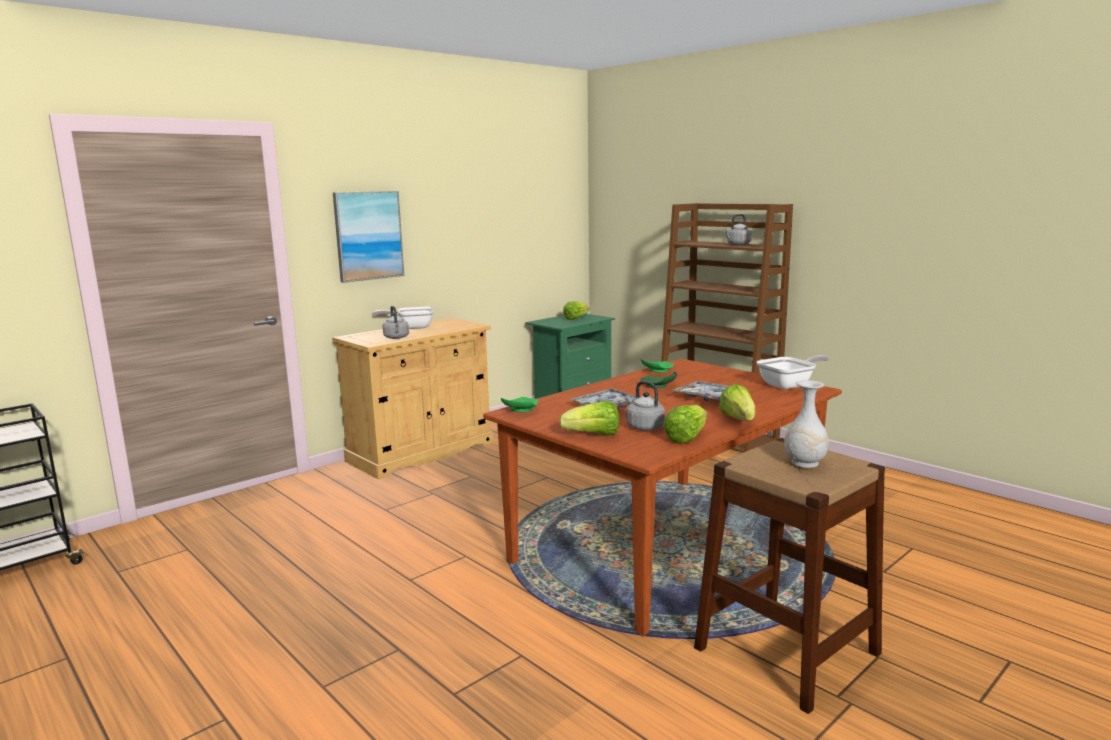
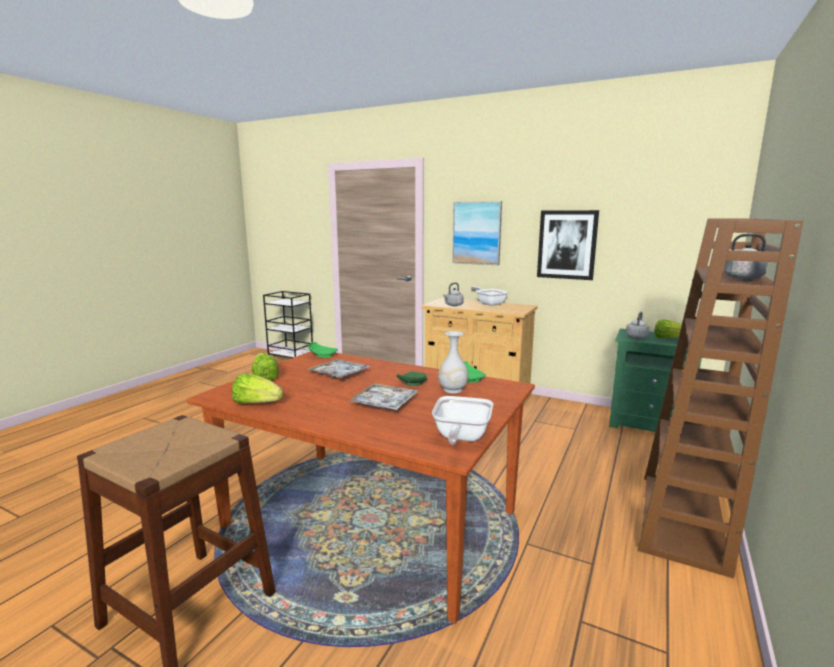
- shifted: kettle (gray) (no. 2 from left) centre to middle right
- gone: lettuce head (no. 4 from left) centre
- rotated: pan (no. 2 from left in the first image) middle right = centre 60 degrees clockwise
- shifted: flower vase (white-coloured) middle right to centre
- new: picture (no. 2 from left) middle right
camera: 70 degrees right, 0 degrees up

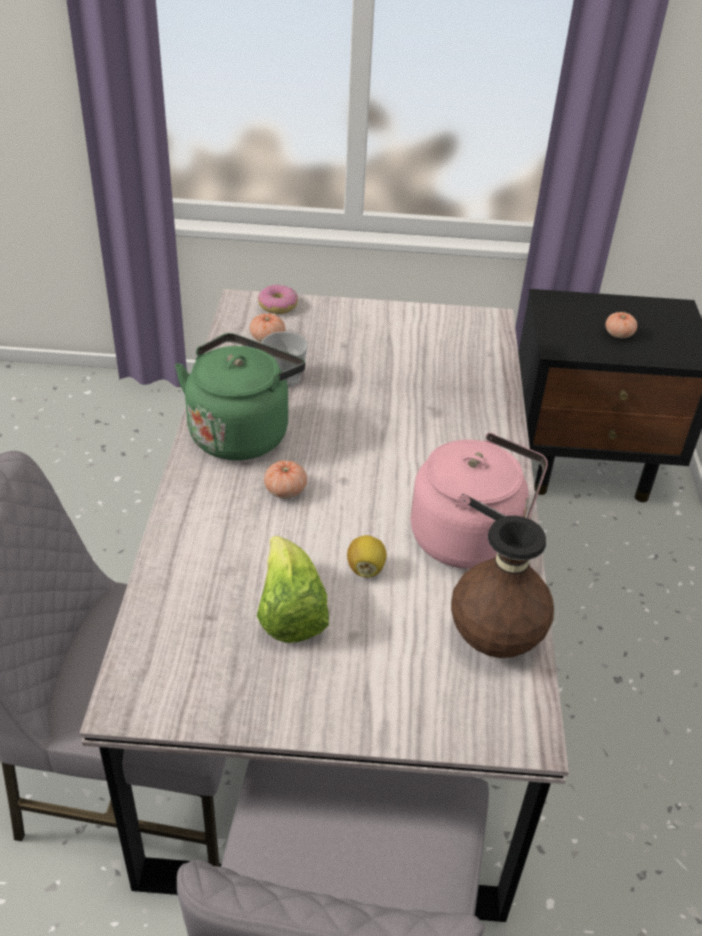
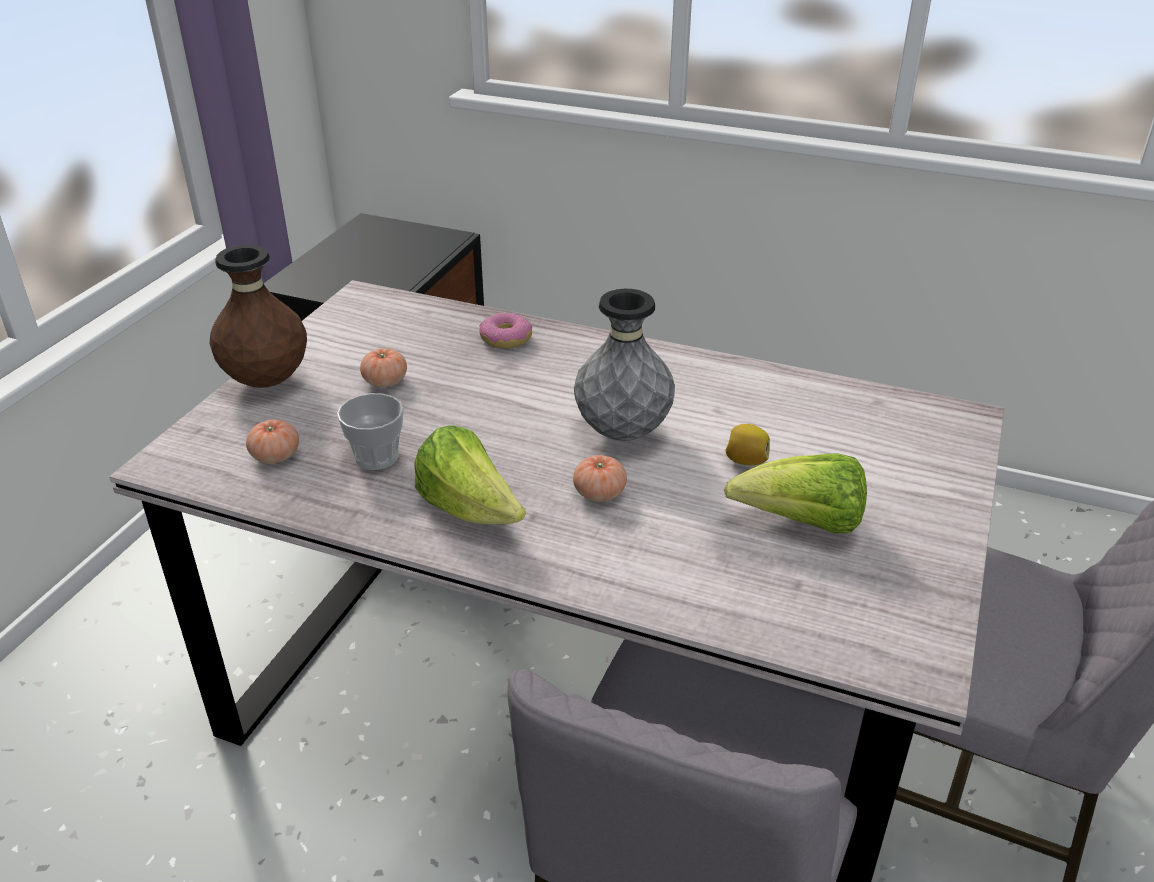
- swapped: kettle (green-coloured) centre to lettuce head (no. 1 from left) centre
- shifted: donut top centre to centre
- gone: kettle (pinkish) middle right
- shifted: flower vase (brownish) middle right to middle left
- shifted: fresh tomato (no. 3 from left in the first image) middle right to fresh tomato (no. 2 from left) middle left
- new: flower vase (gray) centre
camera: 70 degrees left, 5 degrees down

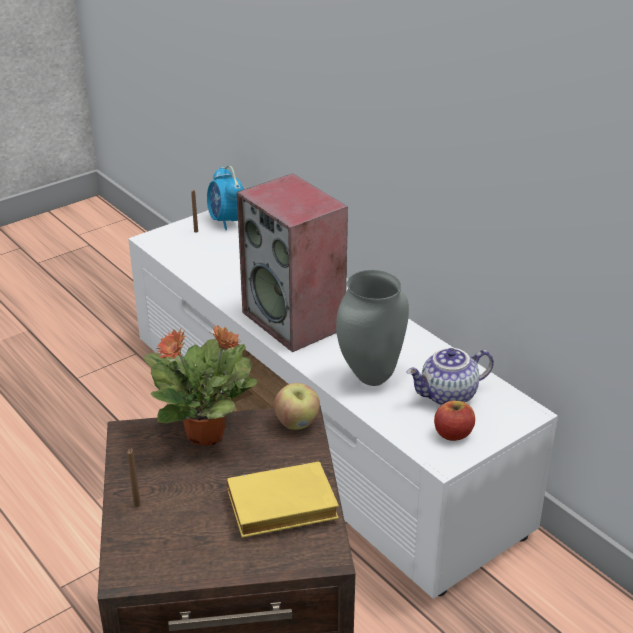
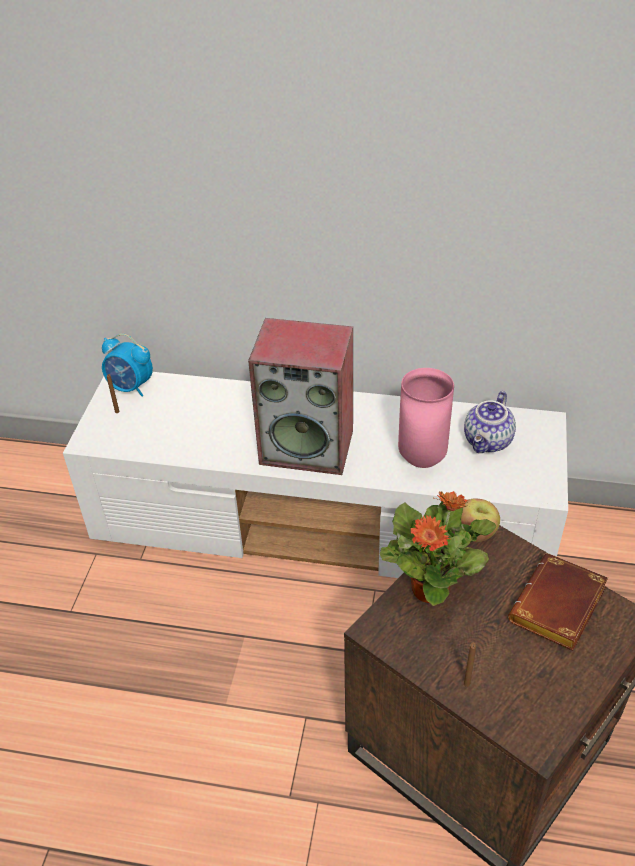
- repainted: book (yellowish) bottom centre to book (brownish) bottom right
- repainted: flower vase (gray) centre to flower vase (pinkish) middle right
- gone: whole apple (no. 2 from left) middle right
camera: 40 degrees left, 10 degrees up

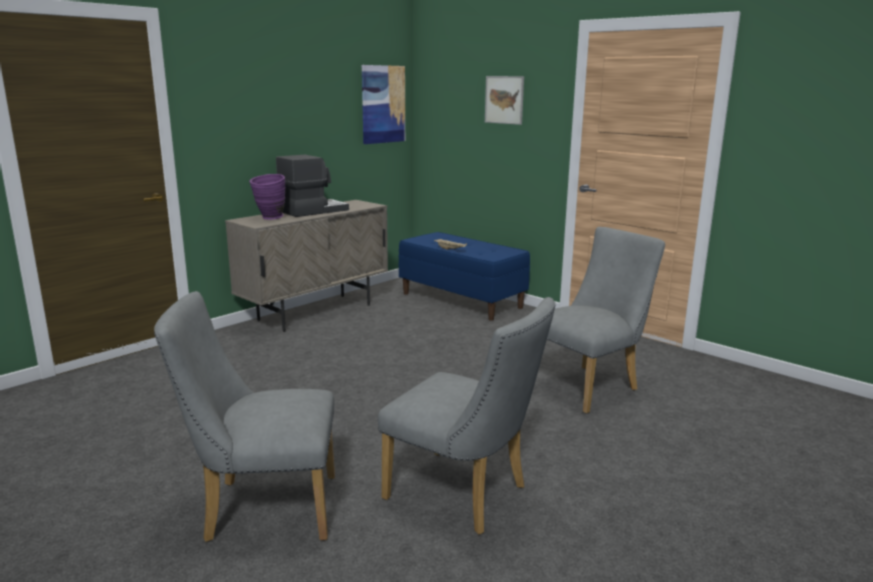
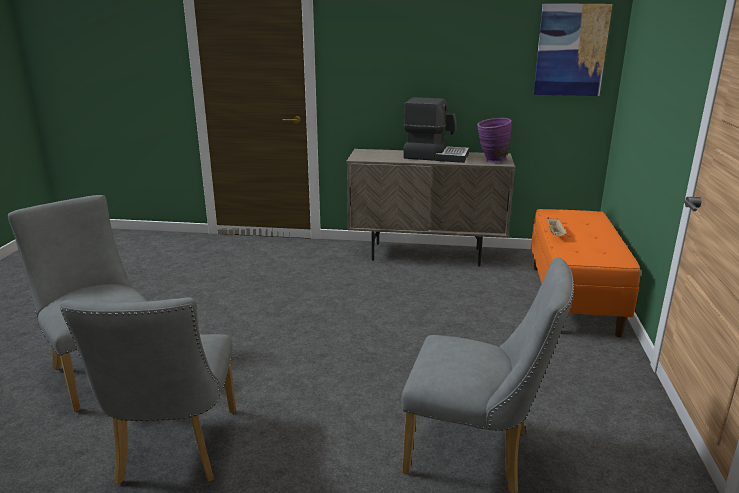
- shifted: flower vase (purplish) middle left to top right
- repainted: long seat (bluish) centre to long seat (orange-coloured) middle right
- gone: picture (no. 2 from left) top centre
camera: 55 degrees right, 5 degrees up

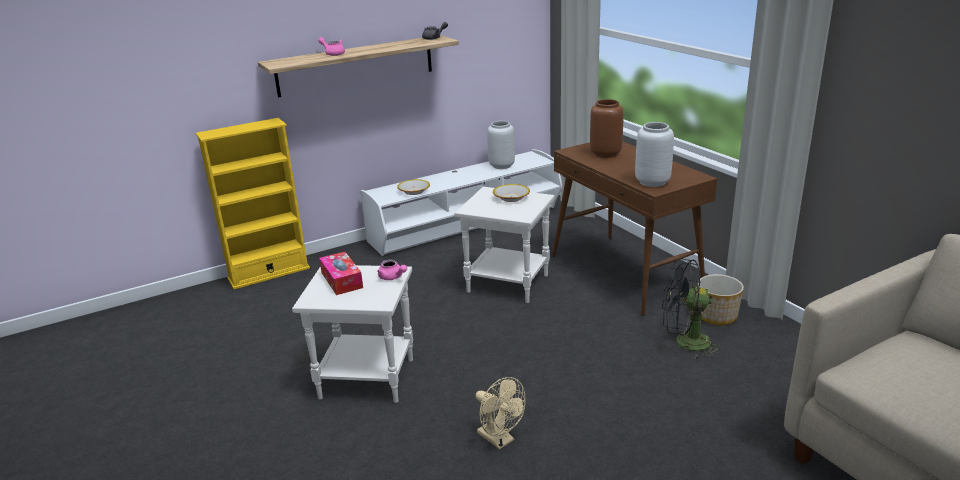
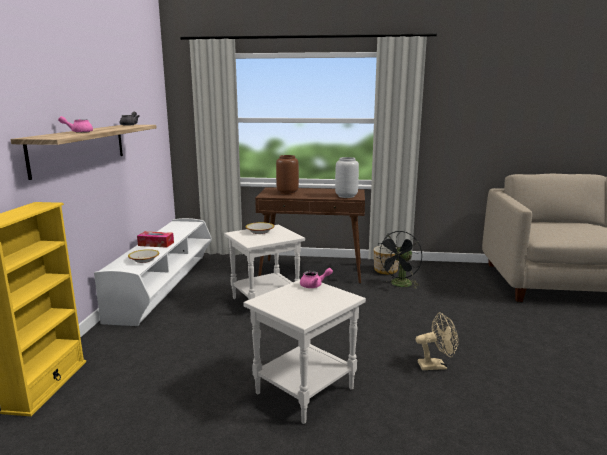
- shifted: tissue box centre to middle left
- gone: flower vase (gray) (no. 1 from left) top centre
camera: 55 degrees left, 10 degrees down

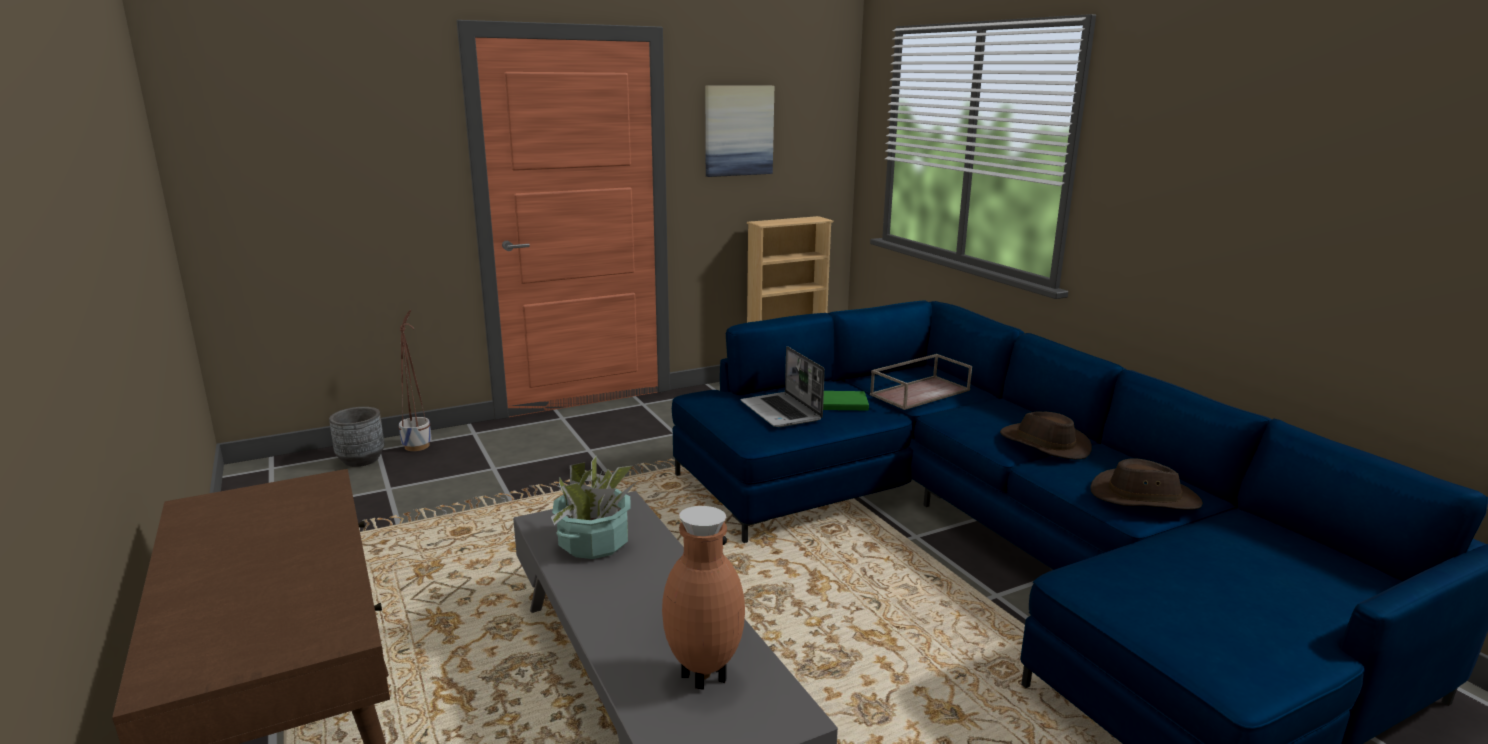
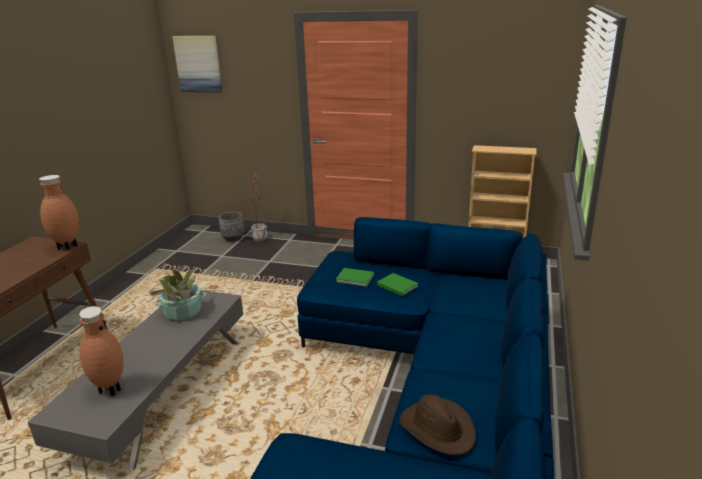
- shifted: picture top centre to top left
- swapped: notebook computer centre to book (green-coloured) (no. 1 from left) centre
- gone: carrying tray (brownish) centre
- gone: hat (brownish) (no. 1 from left) middle right
- new: flower vase (brownish) (no. 1 from left) middle left
camera: 45 degrees right, 5 degrees up

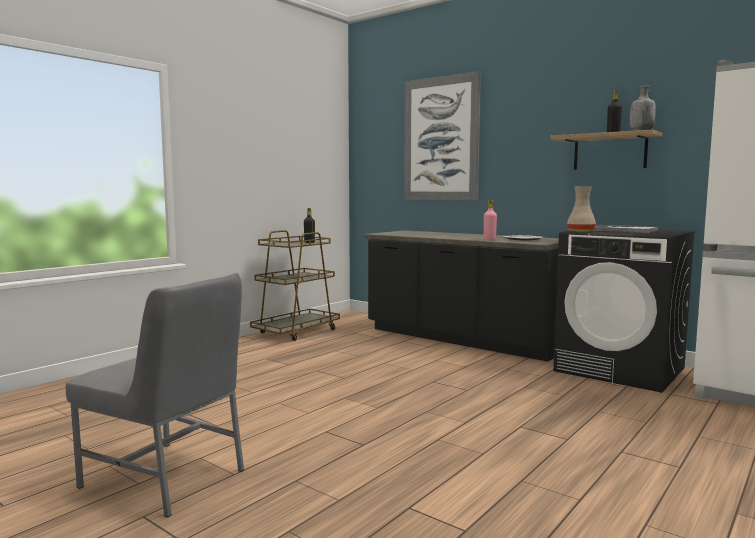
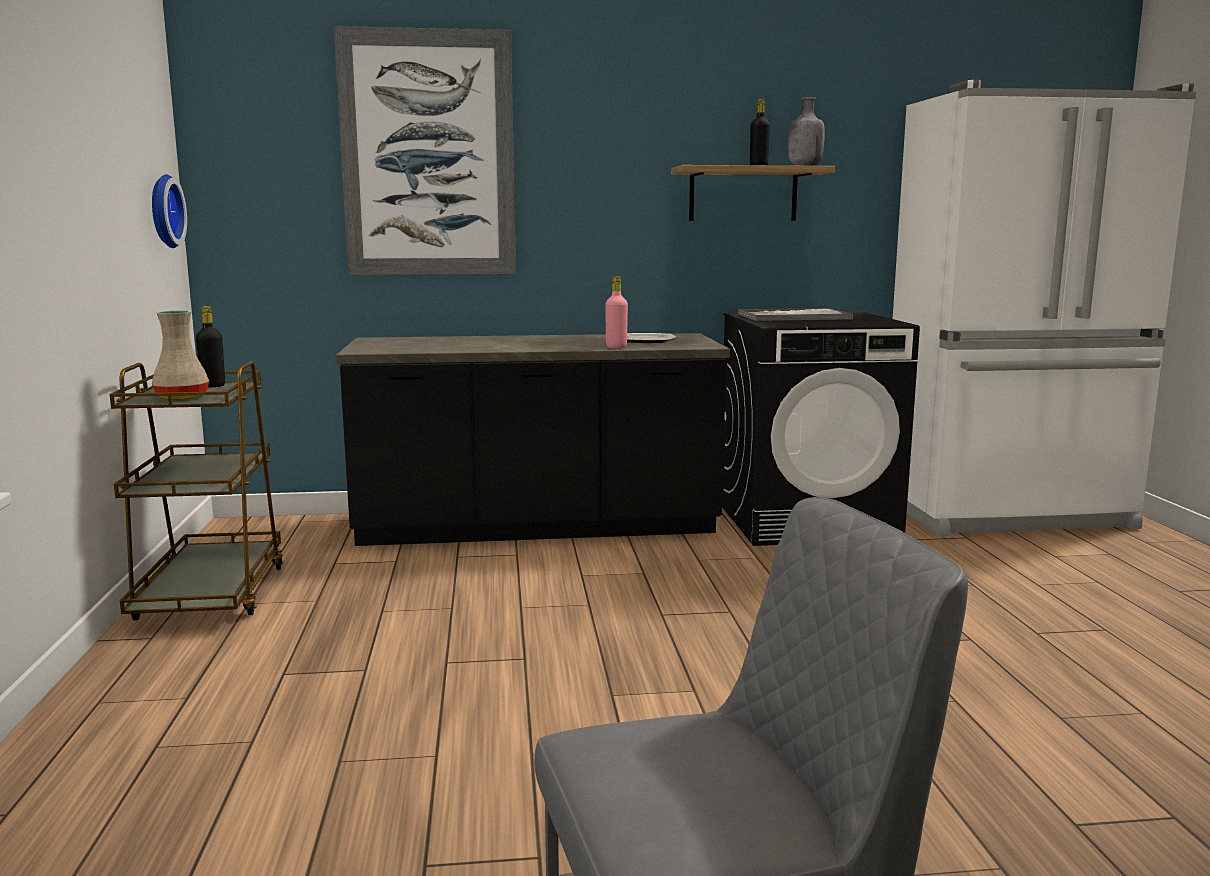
- shifted: flower vase (sand-coloured) middle right to middle left
- new: wall clock top left
camera: 45 degrees left, 5 degrees up

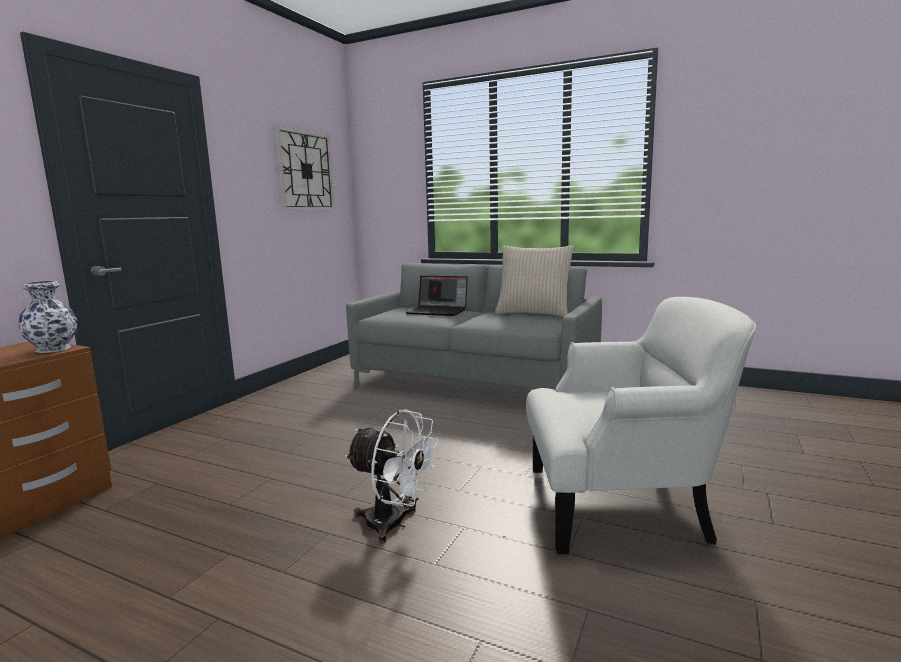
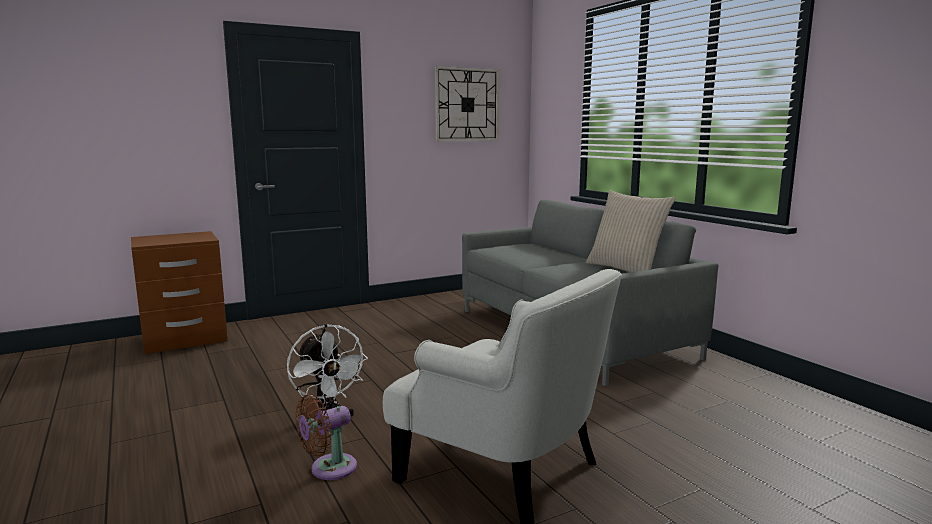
- gone: flower vase middle left
- gone: notebook computer centre
- new: cooling fan (brownish) bottom centre
camera: 35 degrees right, 0 degrees up

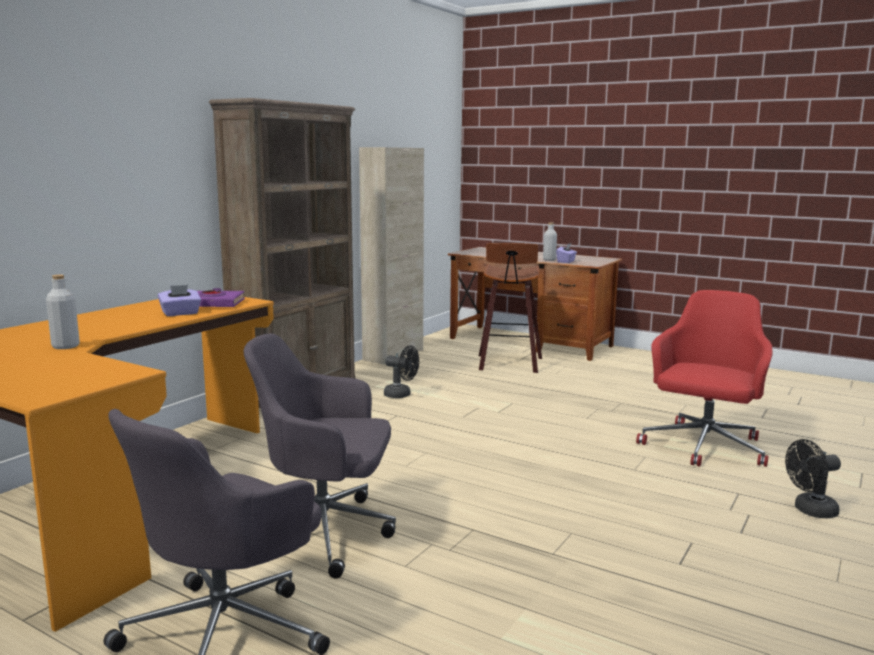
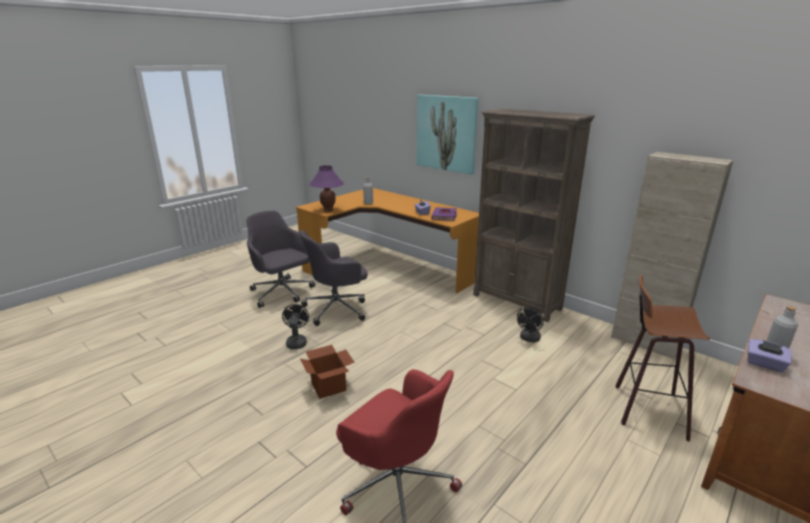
- rotated: desk chair (gray) (no. 2 from left) bottom centre = centre 135 degrees counterclockwise
- shifted: cooling fan (blackish) (no. 2 from left in the first image) bottom right to cooling fan (blackish) (no. 1 from left) centre
- new: carton bottom centre
- new: tabletop lamp (purplish) centre
- new: picture top centre
camera: 100 degrees right, 10 degrees up

